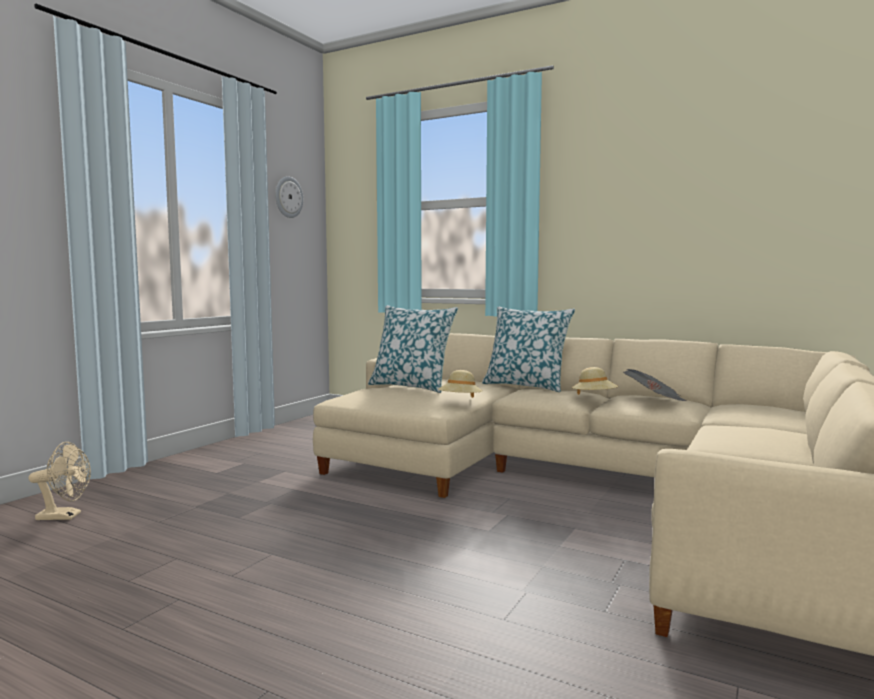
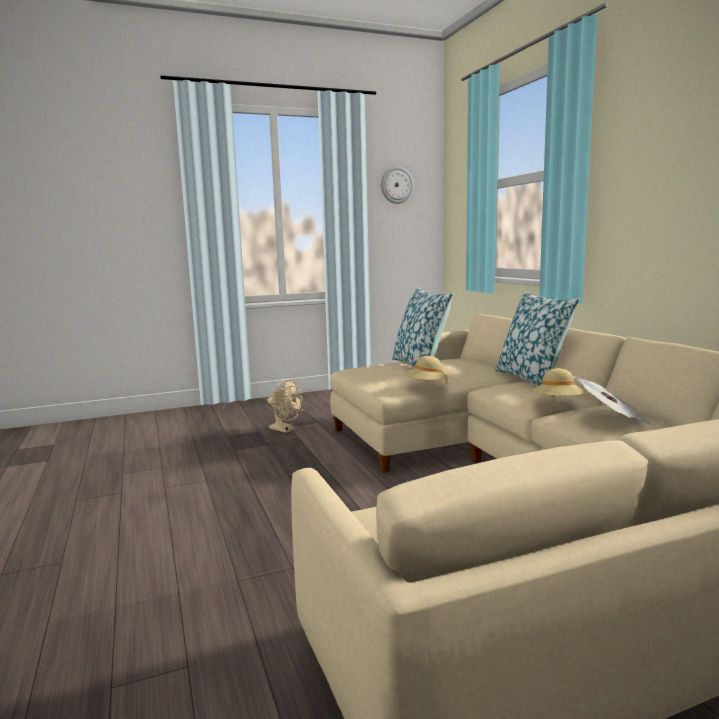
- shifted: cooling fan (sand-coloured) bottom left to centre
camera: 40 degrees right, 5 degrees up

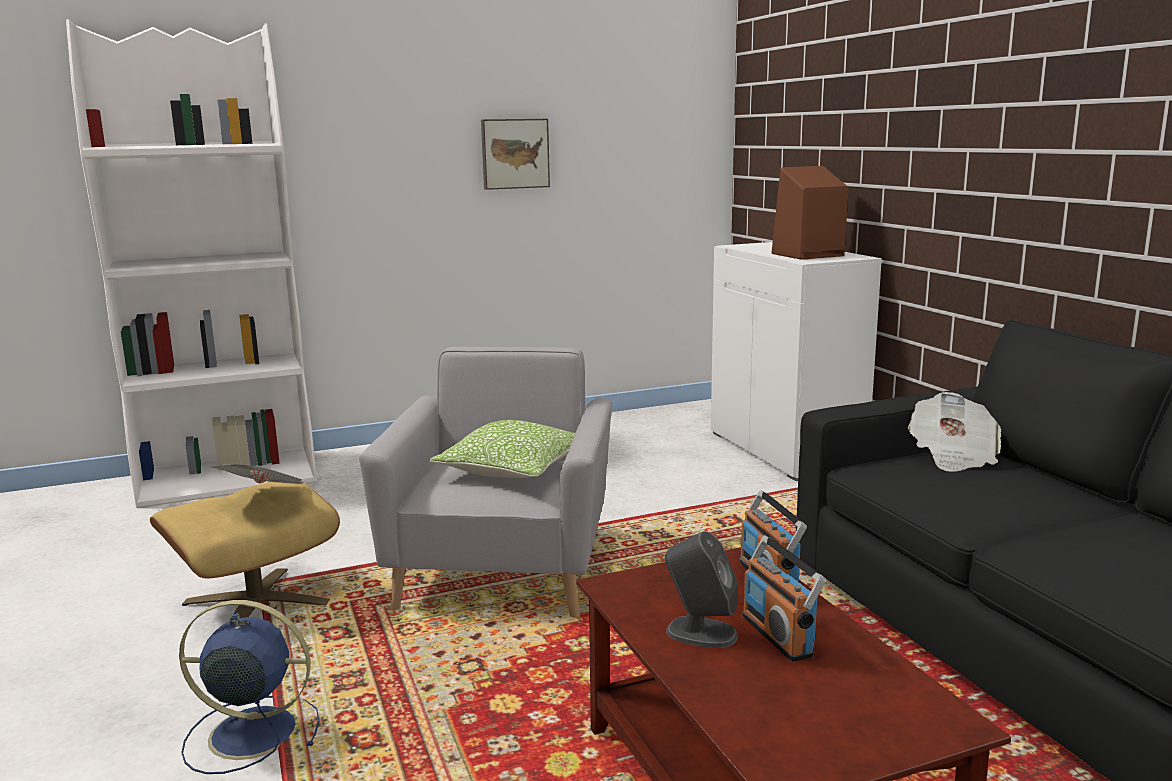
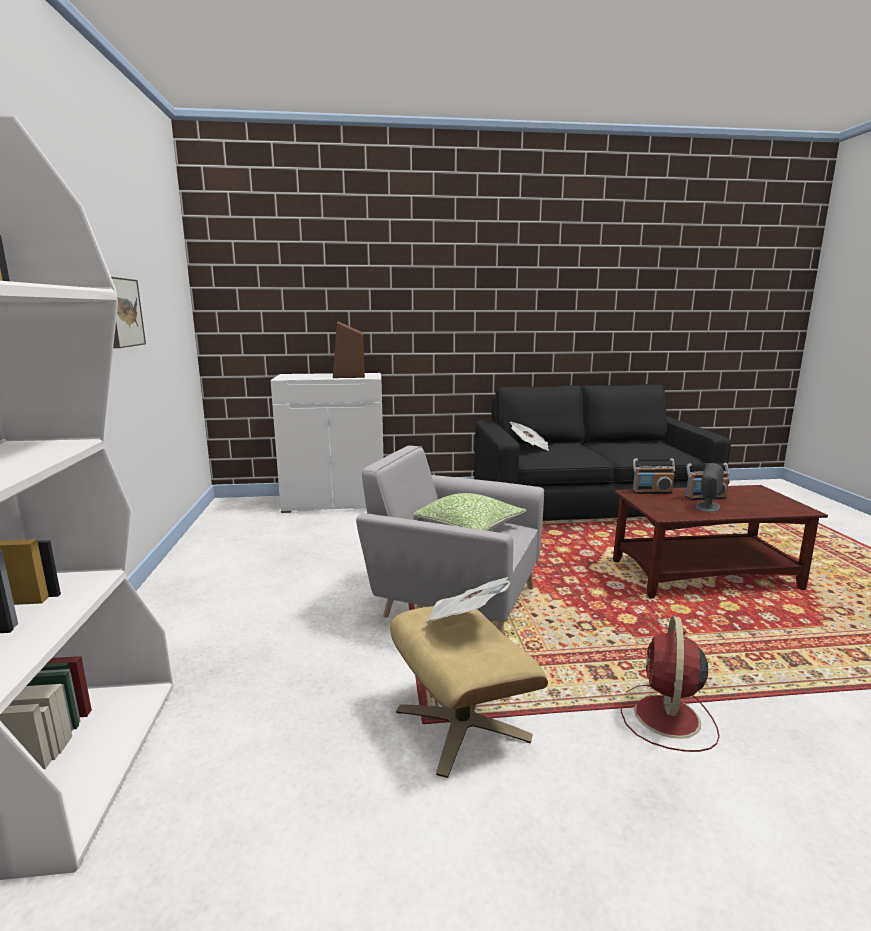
- repainted: cooling fan (bluish) bottom left to cooling fan (red-coloured) bottom right
camera: 75 degrees left, 0 degrees up

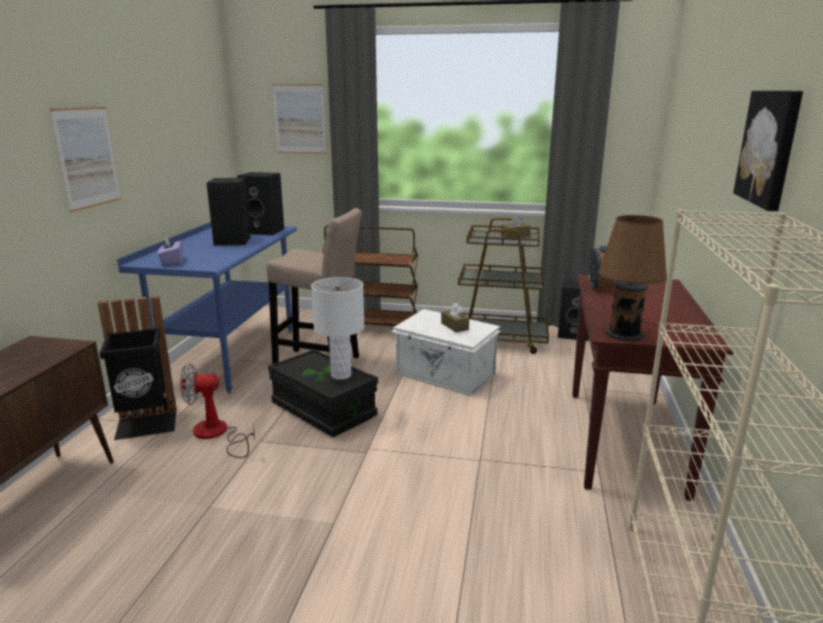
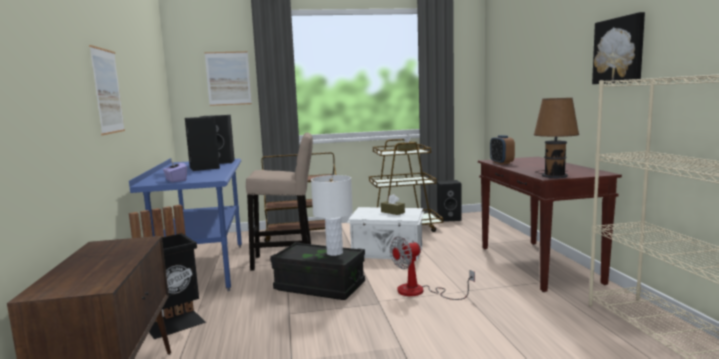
- shifted: cooling fan middle left to bottom centre
camera: 20 degrees left, 10 degrees down

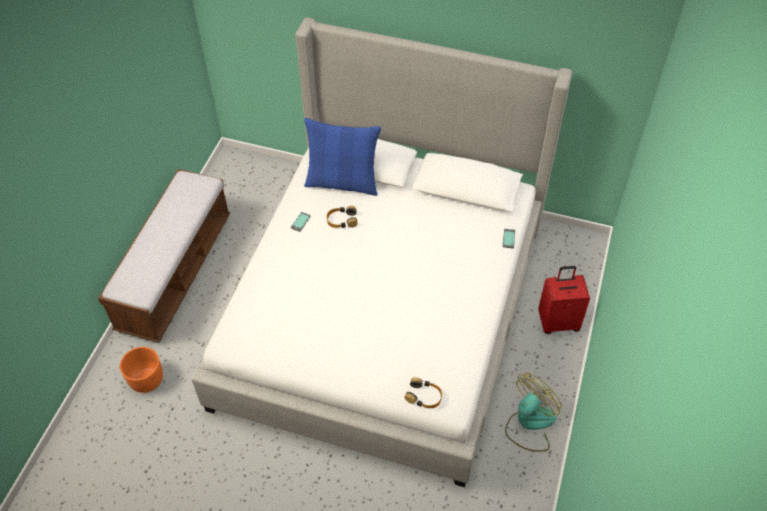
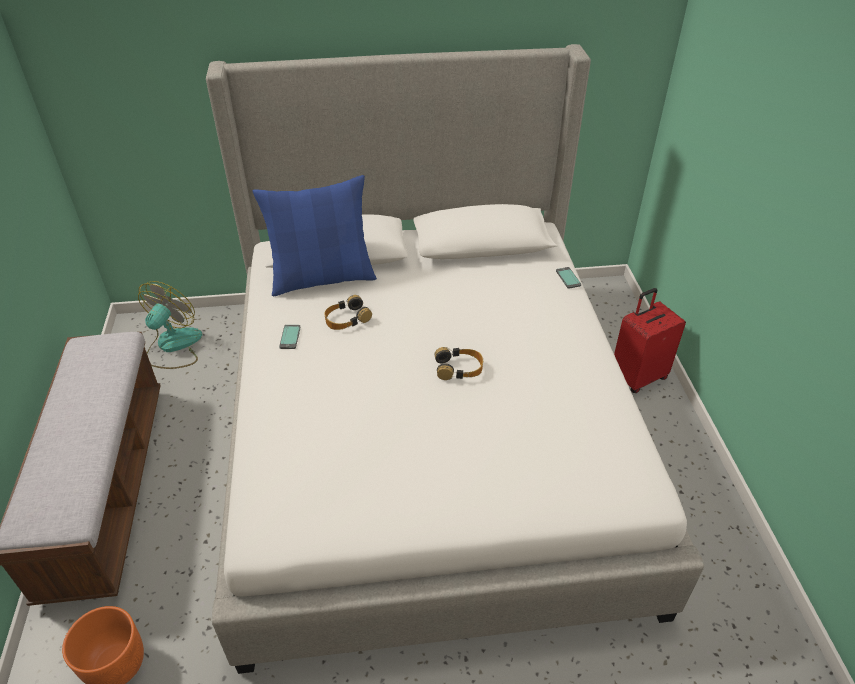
- shifted: pair of headphones (no. 2 from left) bottom centre to centre
- shifted: cooling fan bottom right to middle left
camera: 25 degrees left, 10 degrees down

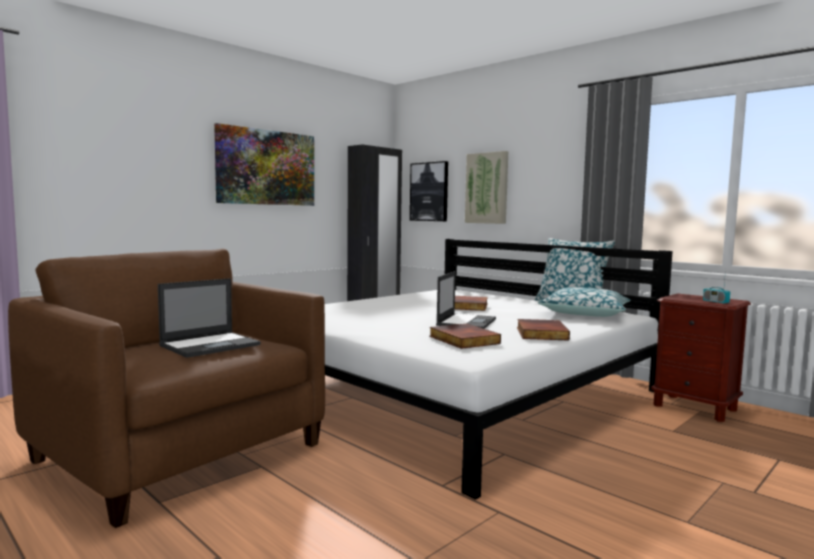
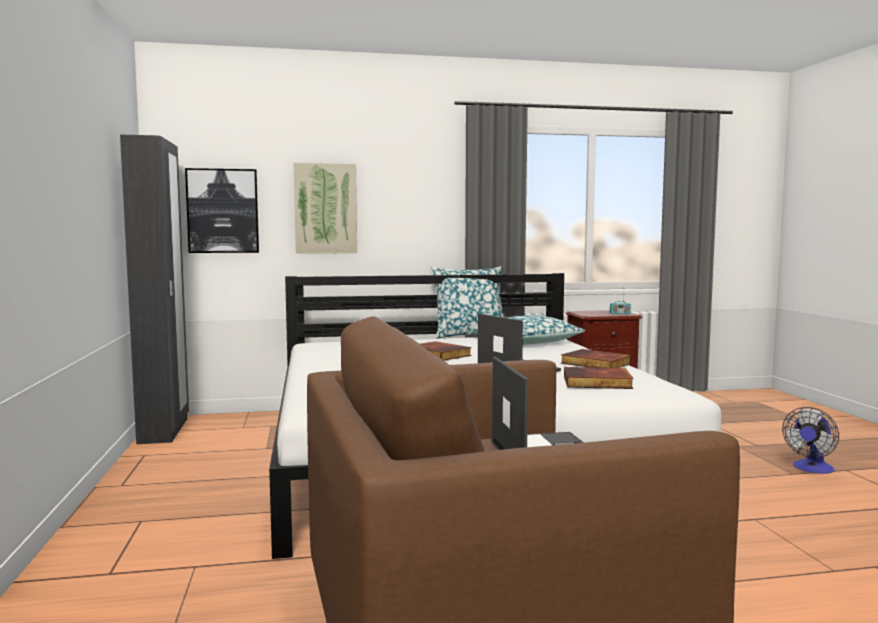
- gone: picture (no. 1 from left) top left
- new: cooling fan bottom right
camera: 55 degrees left, 0 degrees up

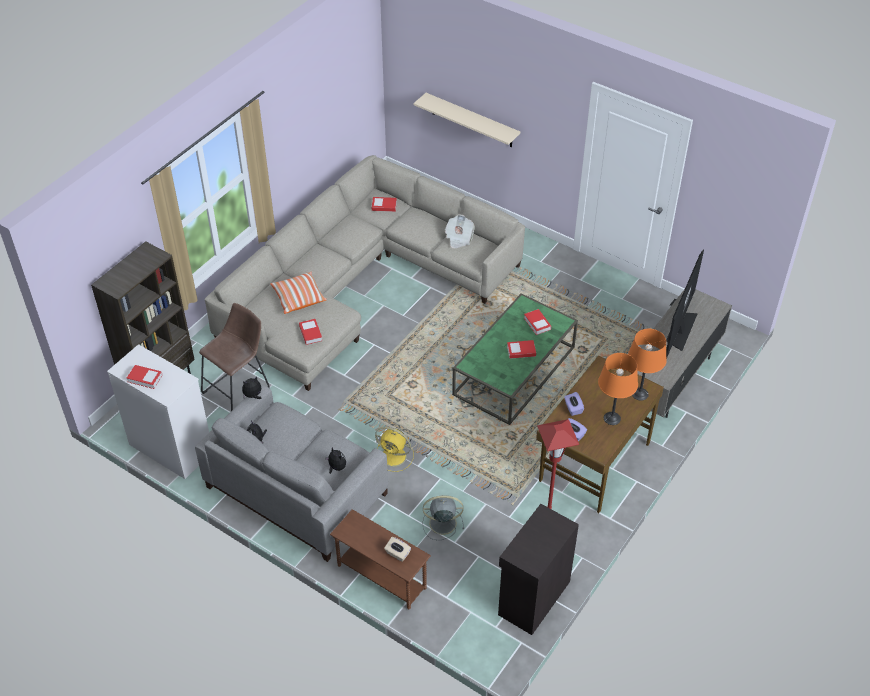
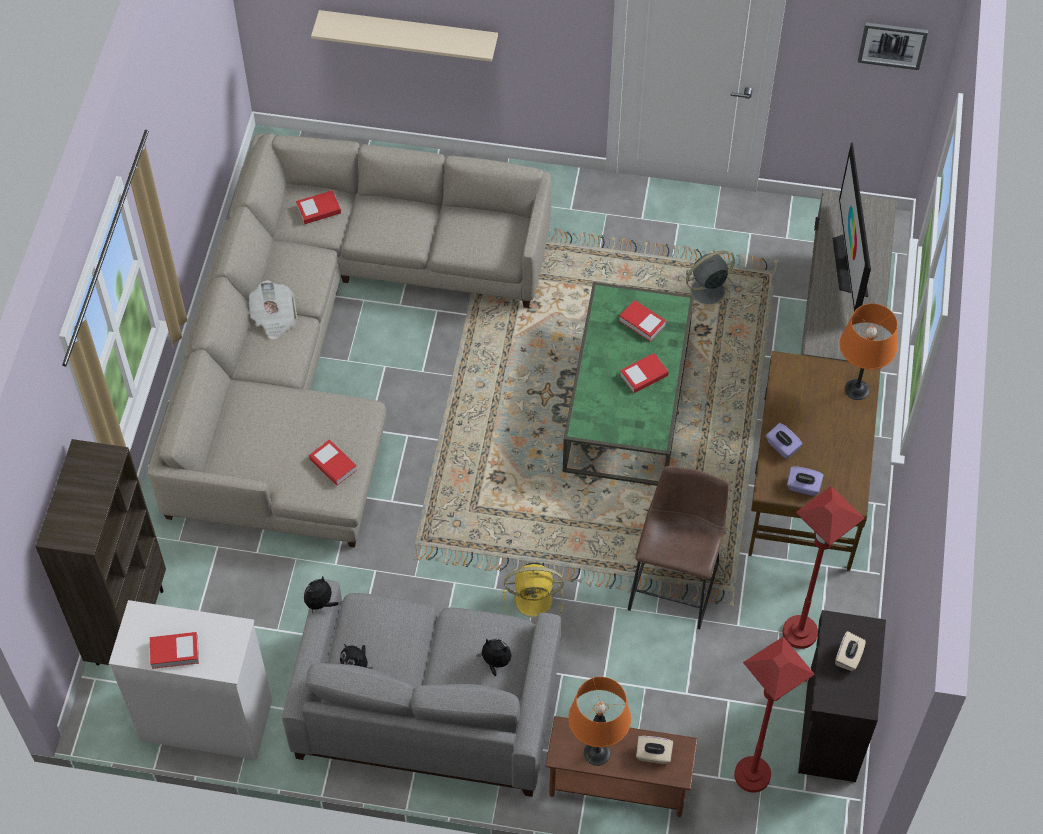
- shifted: stool (brownish) middle left to centre
- gone: throw pillow centre
- shifted: cooling fan (gray) bottom centre to middle right
- shifted: newspaper top centre to middle left
- shifted: tabletop lamp (orange-coloured) (no. 1 from left) middle right to bottom centre
- new: floor lamp (red-coloured) (no. 1 from left) bottom right
- new: tissue box (sand-coloured) (no. 2 from left) bottom right
- new: picture top right
camera: 25 degrees left, 10 degrees up

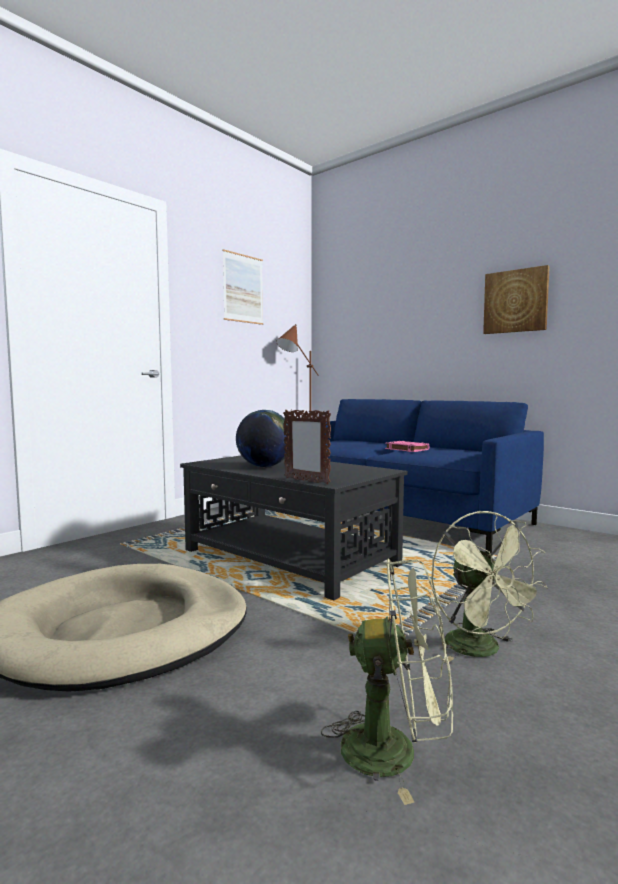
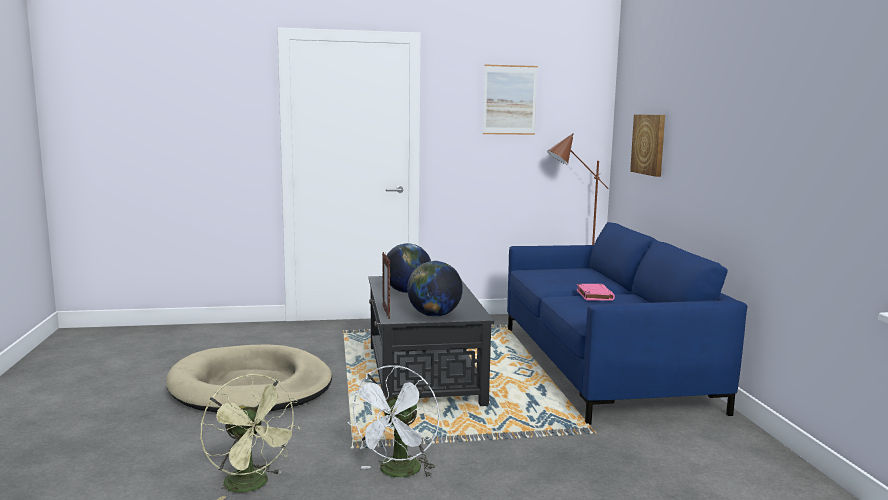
- repainted: cooling fan (green-coloured) (no. 2 from left) middle right to cooling fan (white-coloured) bottom centre
- shifted: picture (no. 2 from left) middle right to top right
- new: desk globe (no. 2 from left) centre
camera: 40 degrees right, 5 degrees up

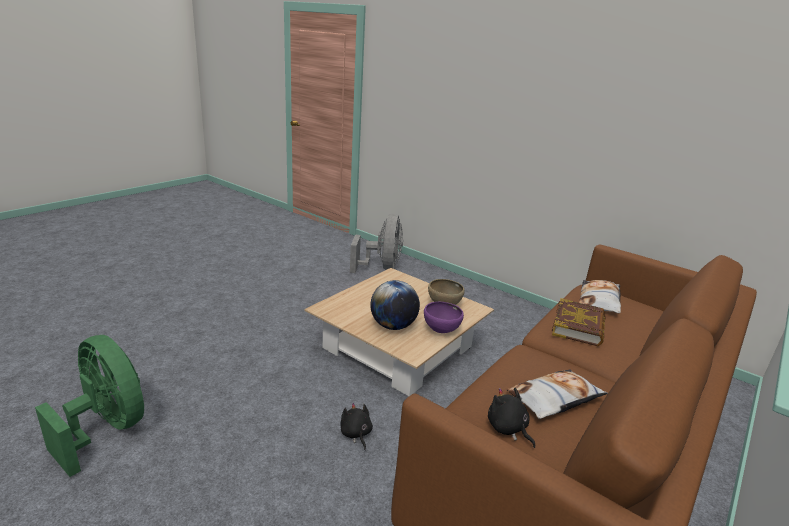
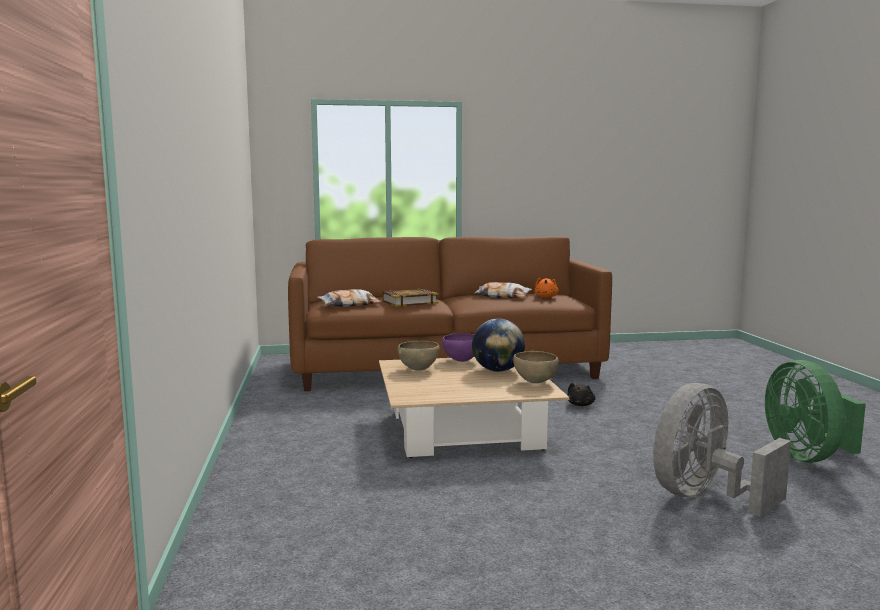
- shifted: cooling fan (gray) centre to bottom right
- repainted: cuddly toy (blackish) (no. 2 from left) bottom centre to cuddly toy (orange-coloured) centre
- new: bowl (brownish) (no. 2 from left) centre
camera: 135 degrees left, 15 degrees down

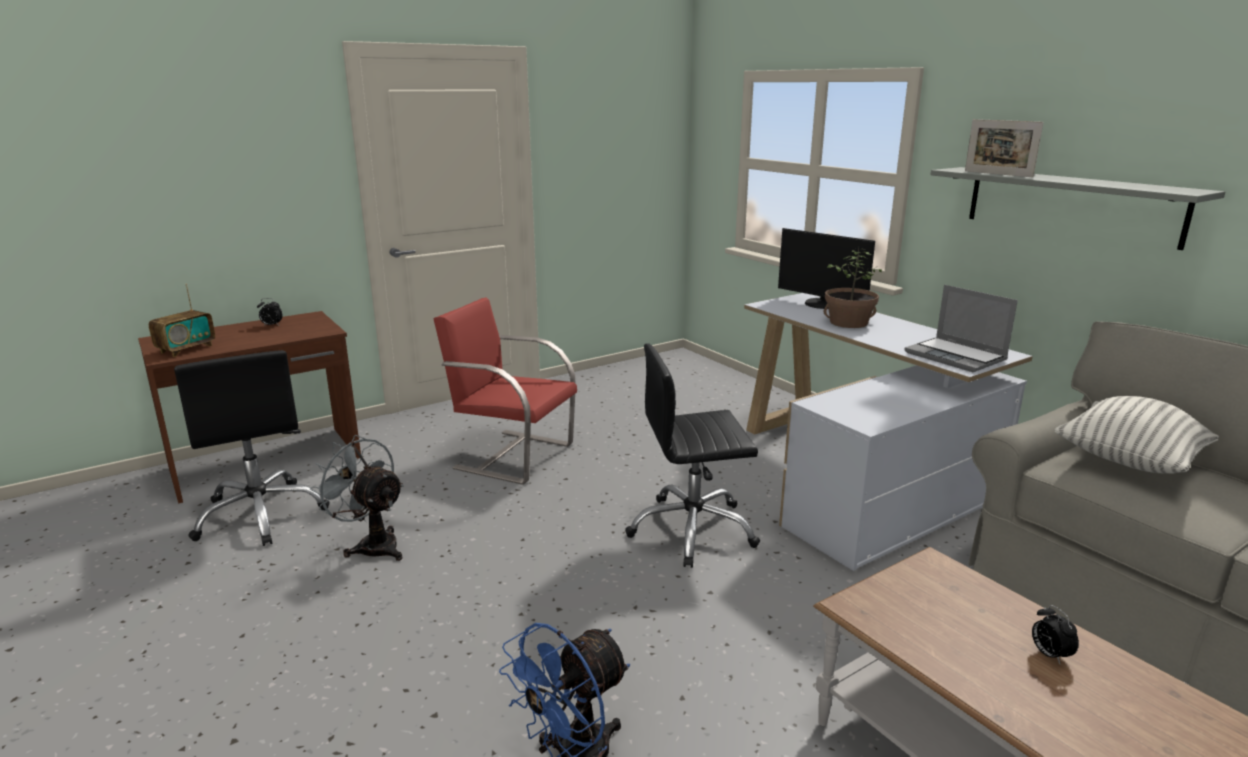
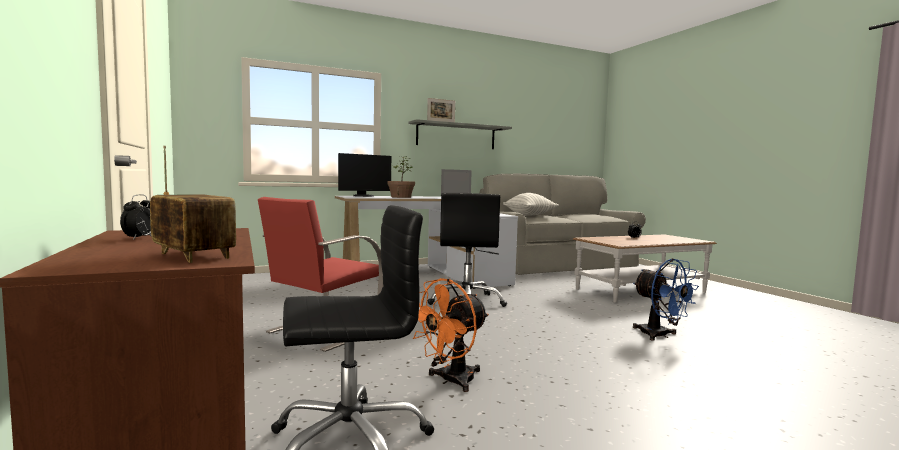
- repainted: cooling fan (gray) middle left to cooling fan (orange-coloured) bottom centre
camera: 80 degrees left, 15 degrees down

